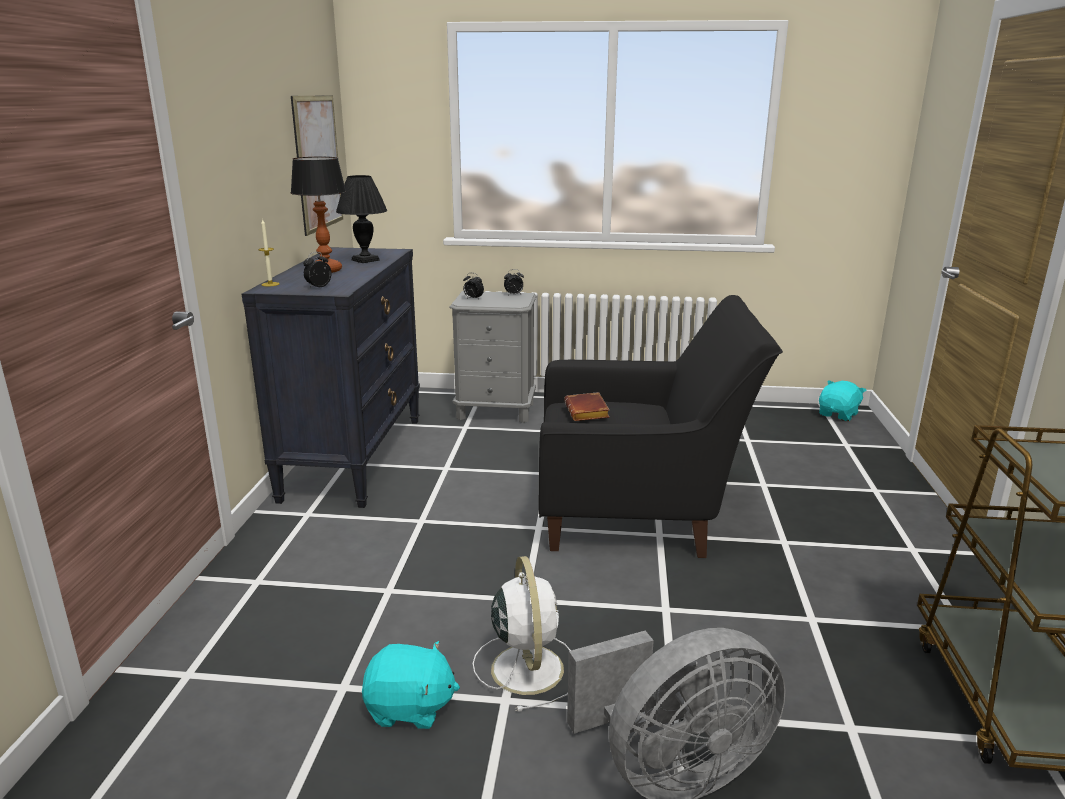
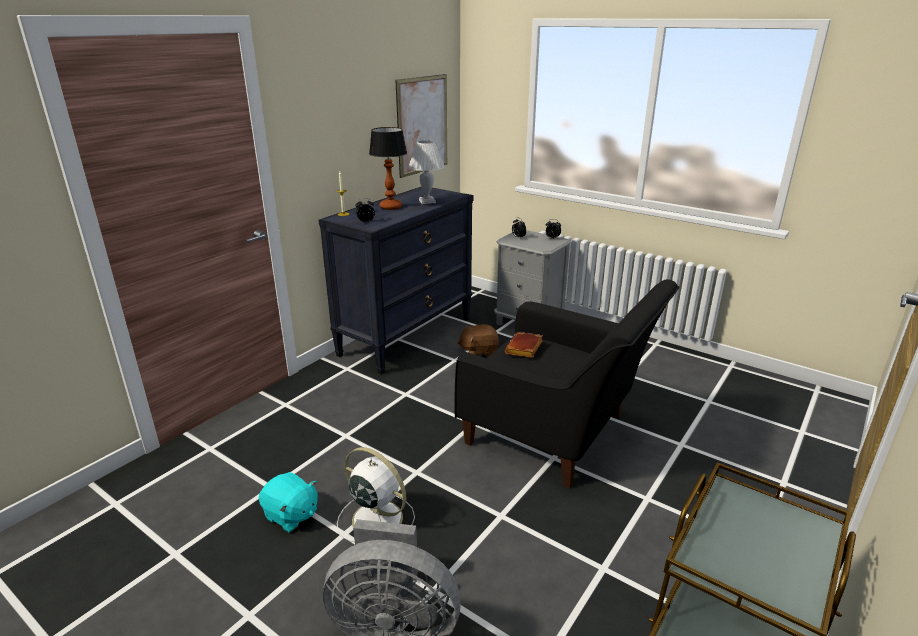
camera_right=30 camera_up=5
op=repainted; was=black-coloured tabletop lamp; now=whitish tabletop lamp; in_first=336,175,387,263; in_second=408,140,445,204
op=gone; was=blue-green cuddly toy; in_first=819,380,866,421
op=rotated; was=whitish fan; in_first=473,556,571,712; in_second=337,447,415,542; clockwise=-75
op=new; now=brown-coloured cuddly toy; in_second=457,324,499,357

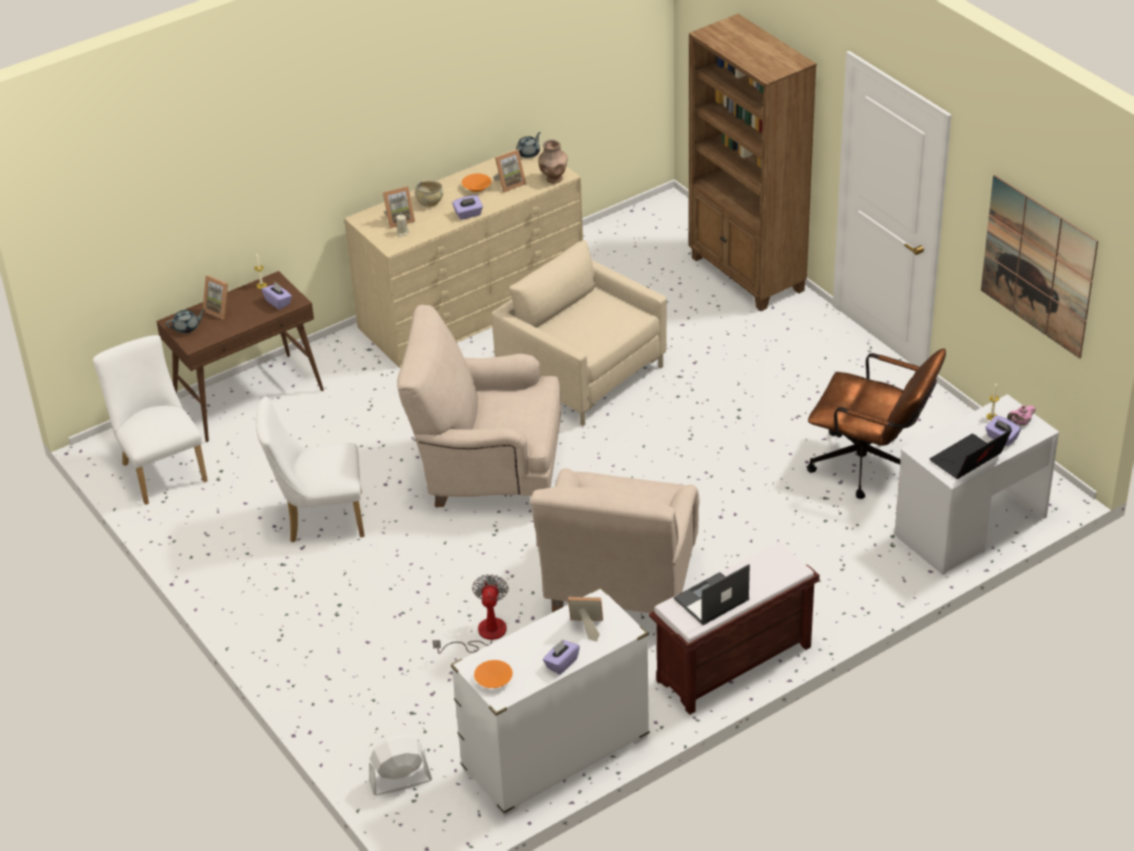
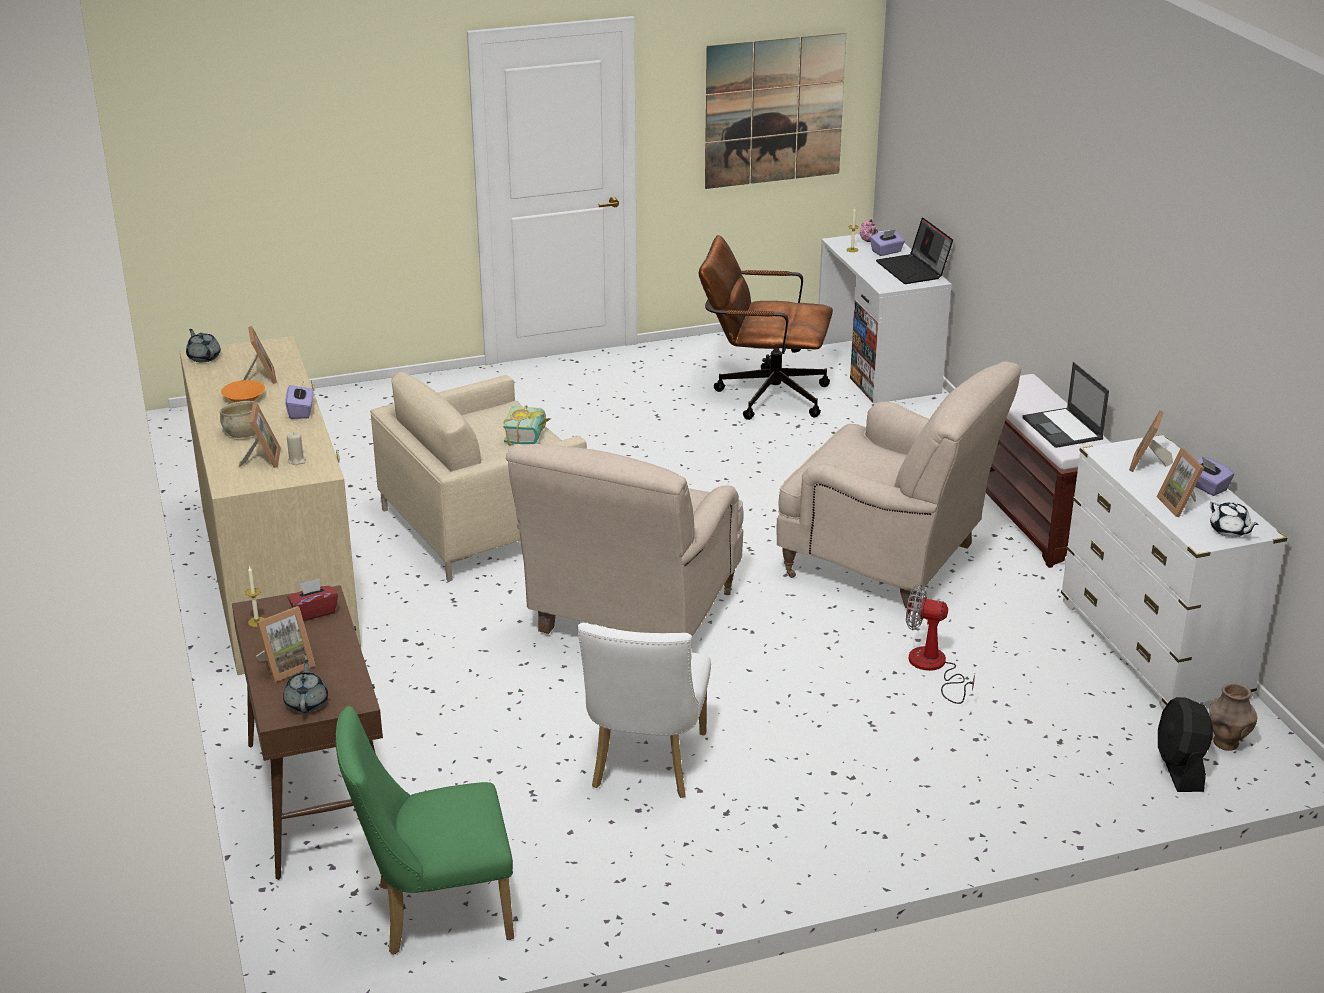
camera_right=-75 camera_up=-10
op=gone; was=brown-coloured shelving unit; in_first=689,14,817,311
op=shifted; was=brown-coloured decorative vase; in_first=538,139,568,184; in_second=1209,682,1258,751
op=repainted; was=purplish tissue box; now=red-coloured tissue box; in_first=262,282,292,310; in_second=288,579,338,621
op=repainted; was=whitish upright chair; now=green upright chair; in_first=93,335,208,505; in_second=335,706,514,955
op=rotated; was=brown-coloured computer chair; in_first=807,348,946,499; in_second=698,235,833,420; clockwise=-120
op=swapped; was=orangey bowl; now=whitish teapot; in_first=474,660,513,688; in_second=1210,500,1259,537
op=repainted; was=whitish fan; now=black-coloured fan; in_first=369,735,432,795; in_second=1158,697,1213,792
op=new; now=bound book; in_second=503,405,551,446
op=new; now=picture frame; in_second=1157,448,1204,517

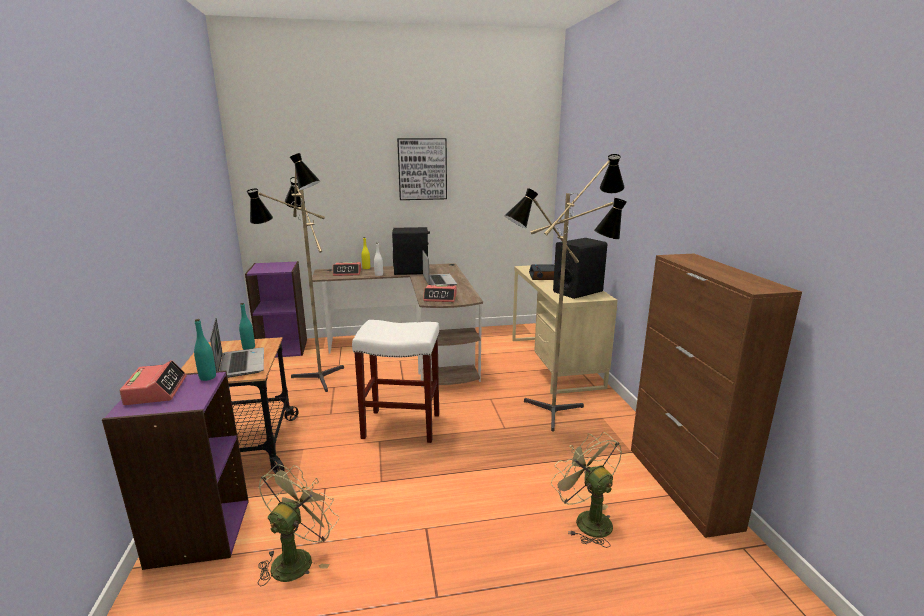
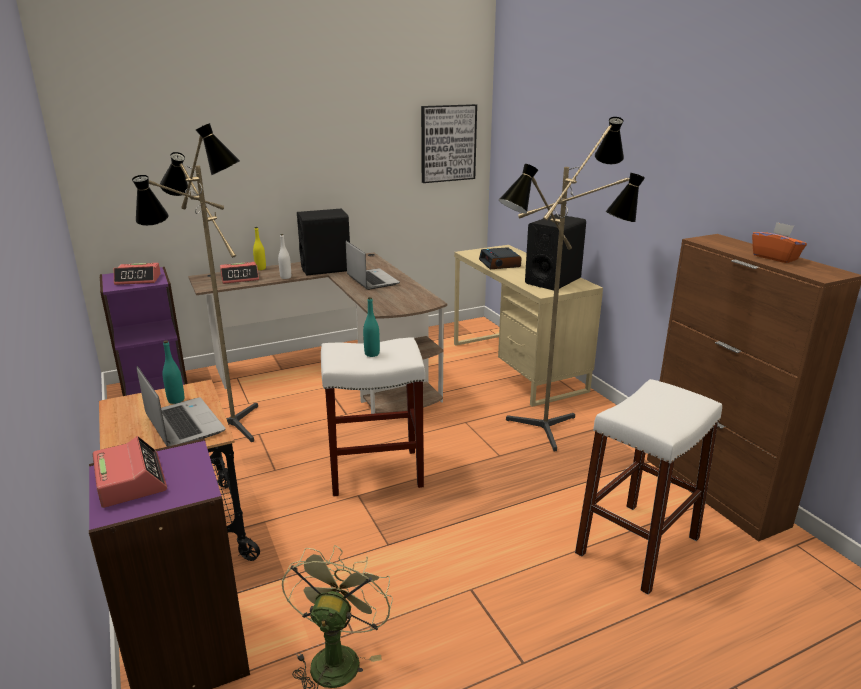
camera_right=-15 camera_up=5
op=shifted; was=wall picture; in_first=397,138,447,200; in_second=421,104,477,183
op=shifted; was=bedside clock; in_first=423,285,457,302; in_second=114,263,161,285
op=shifted; was=blue-green beverage bottle; in_first=194,319,216,381; in_second=363,297,380,357
op=swapped; was=green fan; now=whitish stool; in_first=551,432,622,548; in_second=575,379,722,595
op=new; now=orangey tissue box; in_second=752,222,807,263

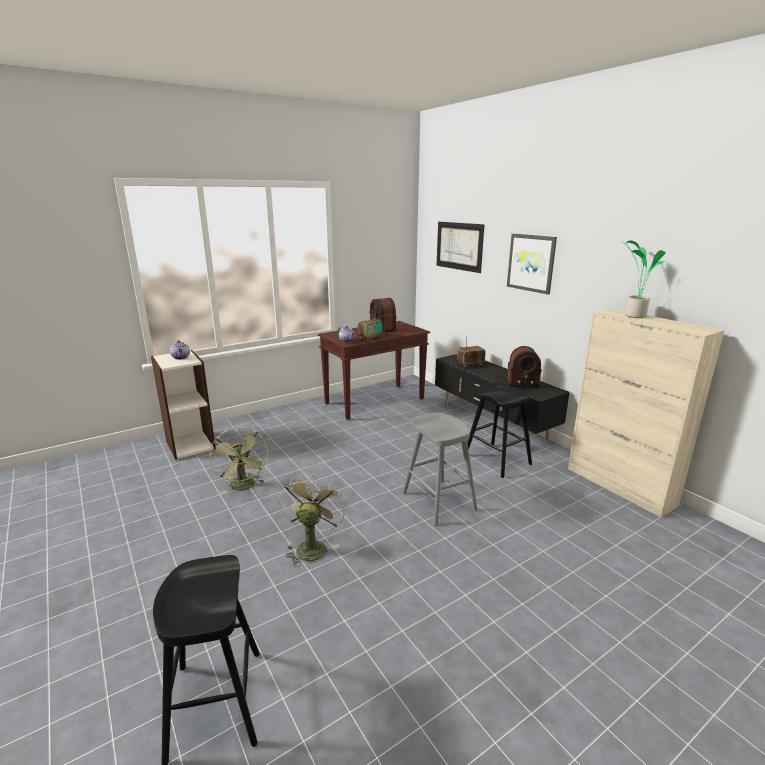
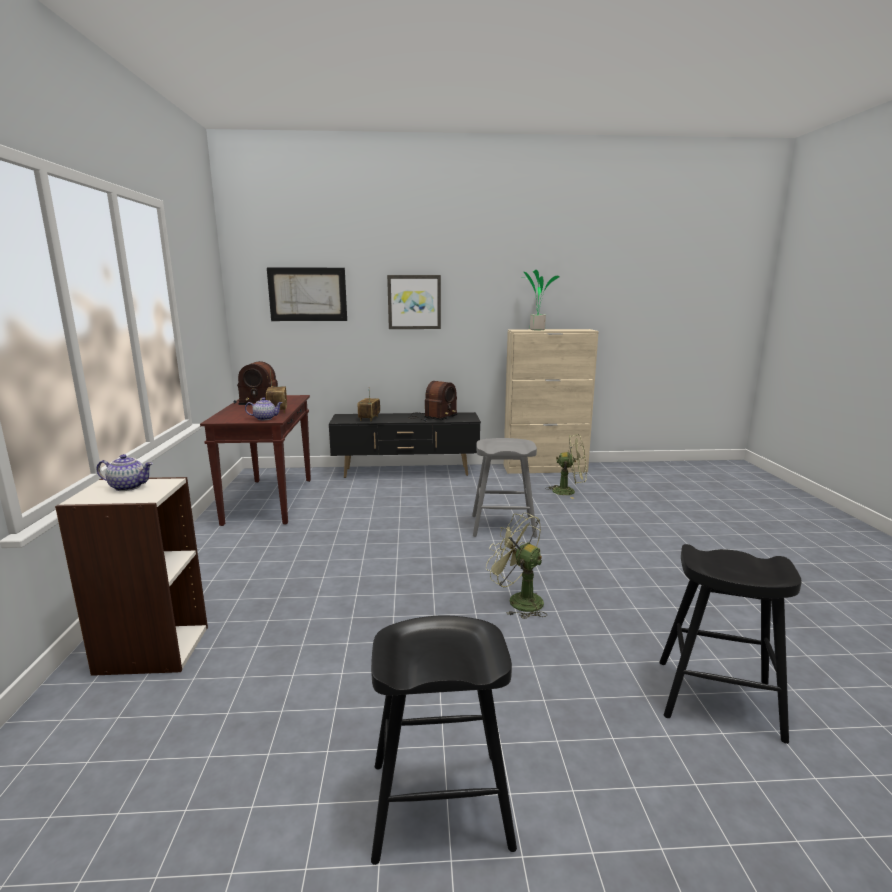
camera_right=-60 camera_up=-5
op=shifted; was=black-coloured stool; in_first=467,383,532,478; in_second=371,616,517,865
op=shifted; was=green fan; in_first=209,427,268,493; in_second=547,434,587,499

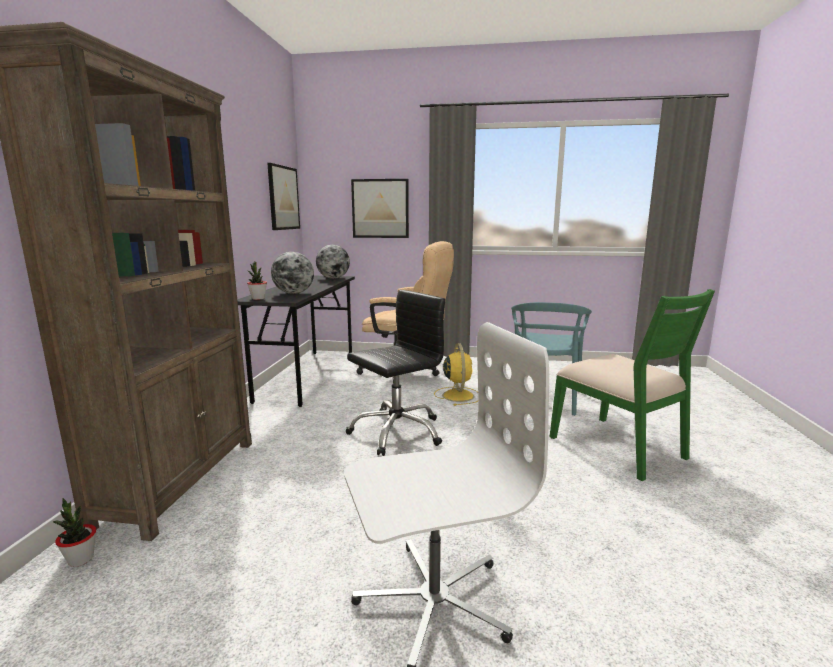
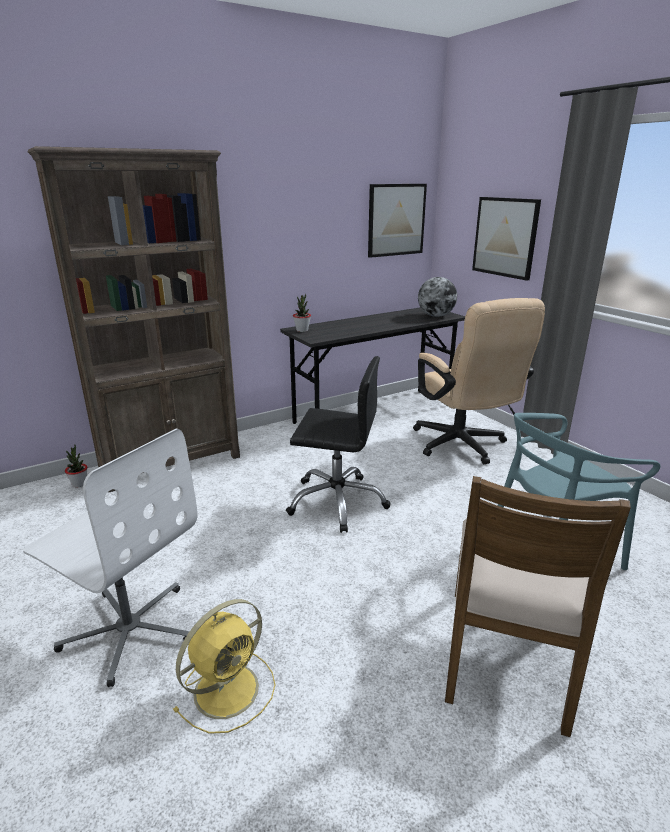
camera_right=50 camera_up=10
op=gone; was=desk globe; in_first=271,252,314,294
op=repainted; was=green upright chair; now=brown-coloured upright chair; in_first=550,289,715,481; in_second=445,476,631,737
op=shifted; was=yellowish fan; in_first=434,343,478,406; in_second=173,599,275,734

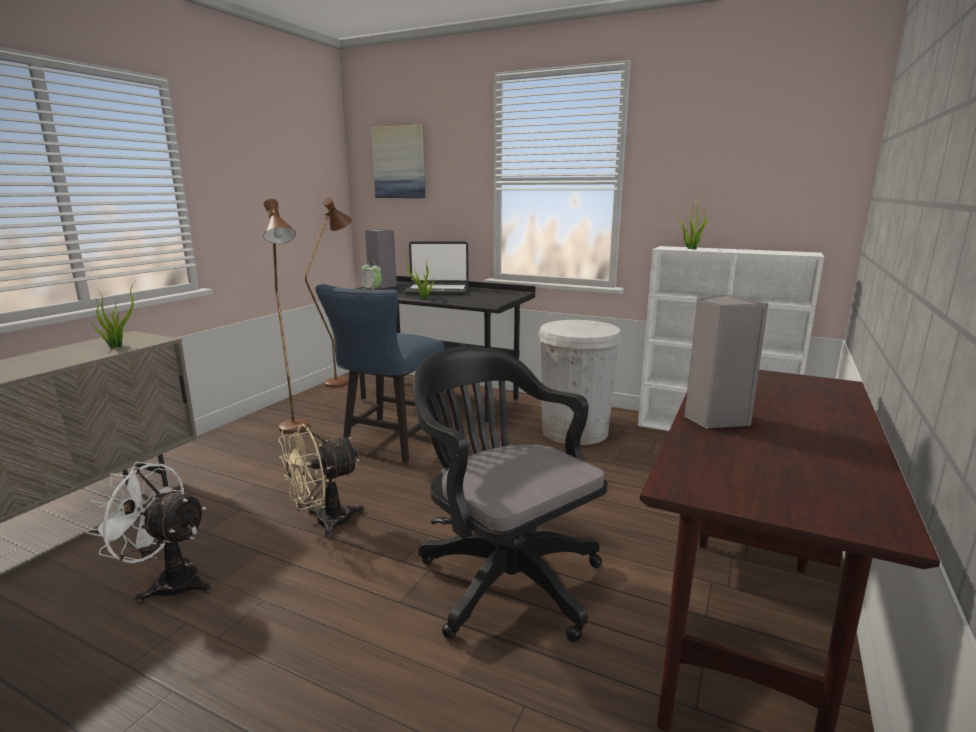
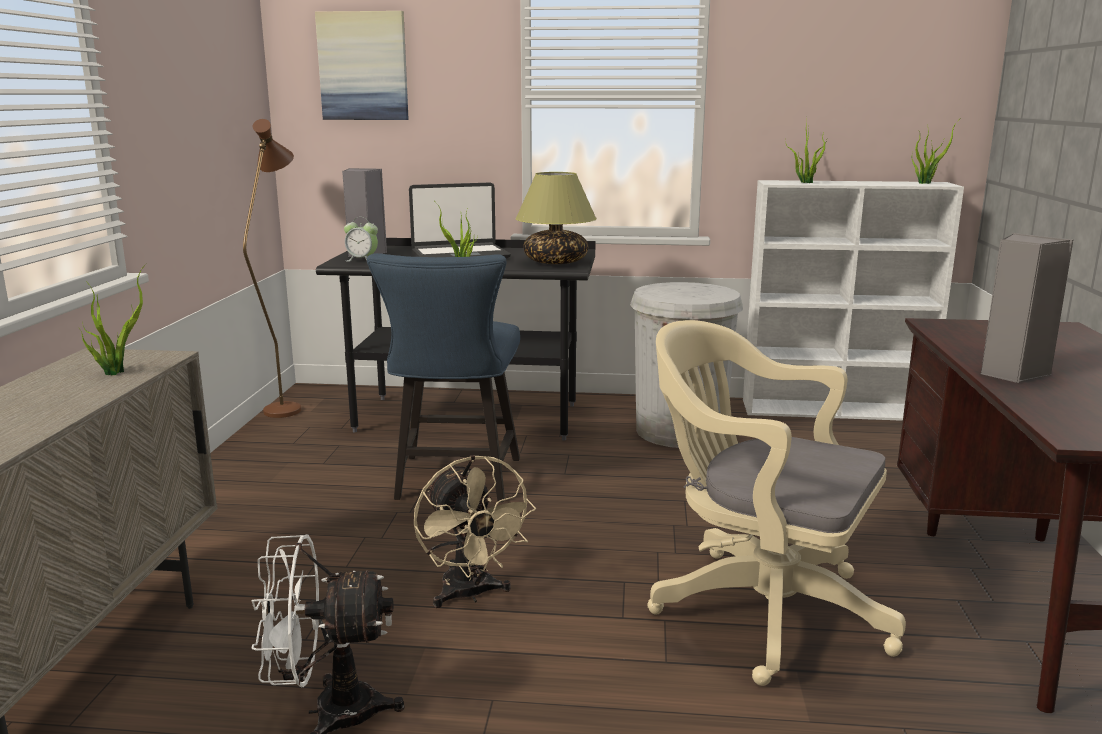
camera_right=-20 camera_up=0
op=gone; was=brown-coloured standard lamp; in_first=263,199,309,433
op=repainted; was=black-coloured computer chair; now=beige computer chair; in_first=413,347,608,643; in_second=647,320,906,686
op=rotated; was=beige fan; in_first=278,424,364,538; in_second=414,455,536,608; clockwise=-60
op=new; now=houseplant; in_second=912,122,957,184
op=new; now=tabletop lamp; in_second=515,172,596,264

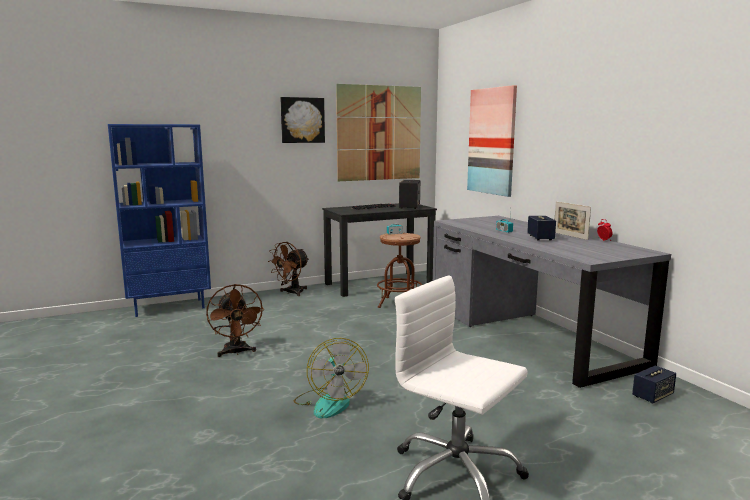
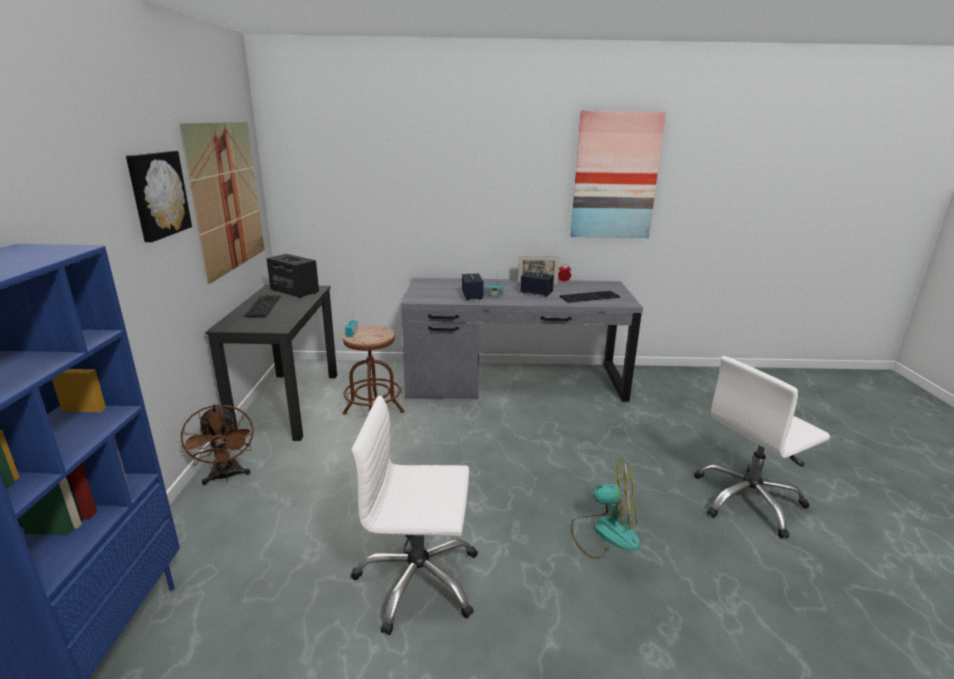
camera_right=-65 camera_up=10
op=shifted; was=wall picture; in_first=467,85,517,197; in_second=571,111,666,238
op=swapped; was=brown-coloured fan; now=whitish computer chair; in_first=206,284,264,357; in_second=351,396,478,635
op=shifted; was=speaker; in_first=632,366,676,403; in_second=462,274,484,300
op=new; now=computer keyboard; in_second=559,291,621,303

